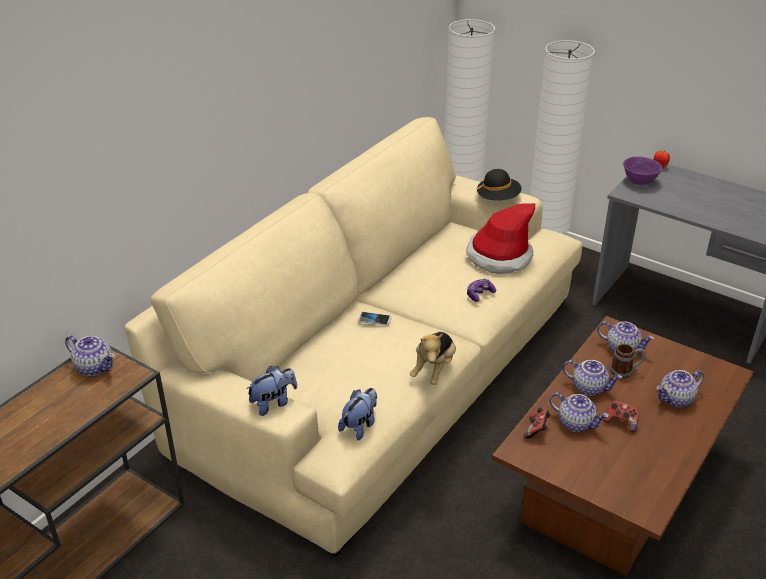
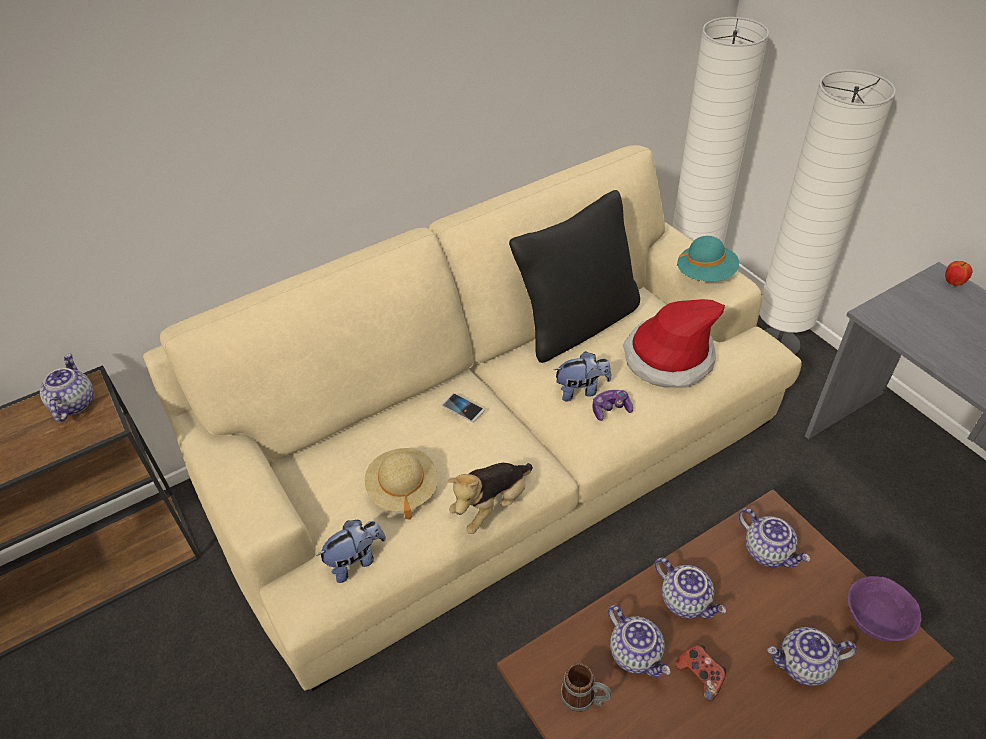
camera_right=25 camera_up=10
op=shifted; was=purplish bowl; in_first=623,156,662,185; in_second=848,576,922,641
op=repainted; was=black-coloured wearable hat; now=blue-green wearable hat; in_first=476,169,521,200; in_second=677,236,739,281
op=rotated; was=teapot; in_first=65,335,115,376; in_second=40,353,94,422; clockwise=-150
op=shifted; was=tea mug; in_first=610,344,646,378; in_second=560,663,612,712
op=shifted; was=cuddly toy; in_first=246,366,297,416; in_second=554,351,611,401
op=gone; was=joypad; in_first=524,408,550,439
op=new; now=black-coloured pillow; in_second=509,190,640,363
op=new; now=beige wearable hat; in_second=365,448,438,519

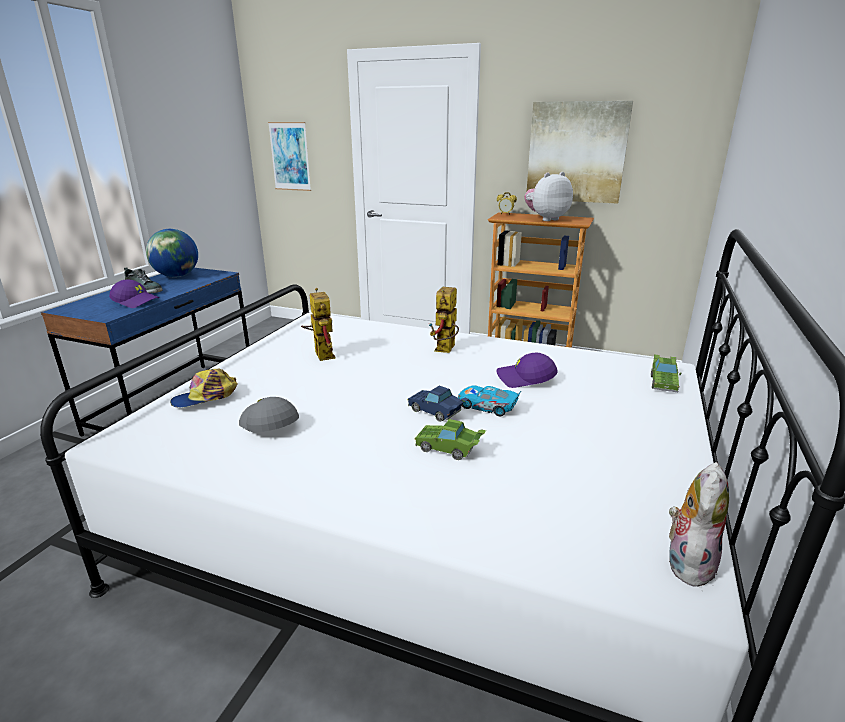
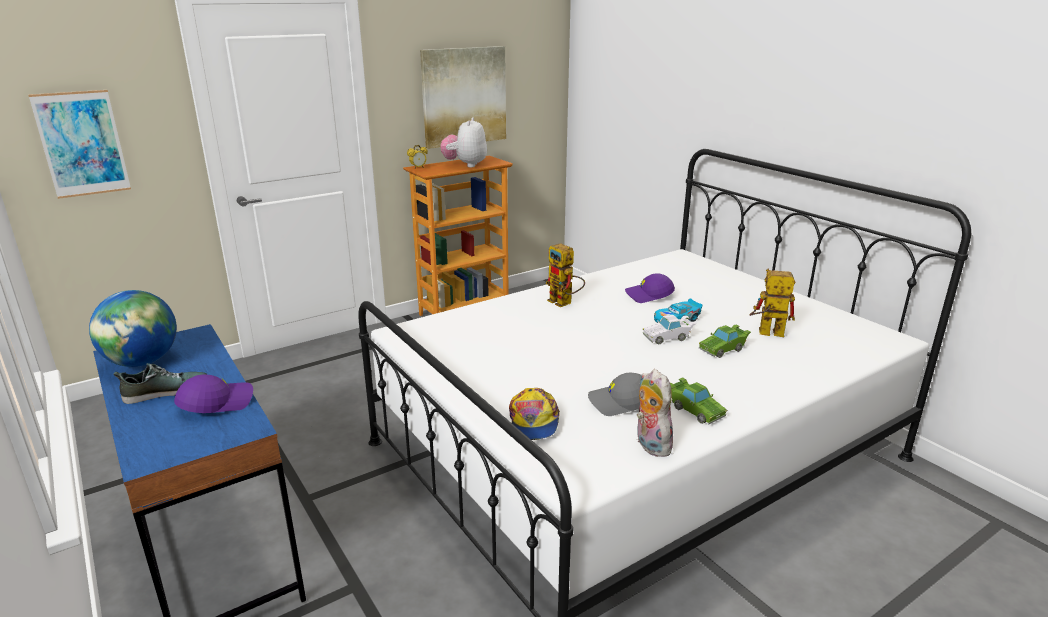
camera_right=-55 camera_up=0
op=shifted; was=robot figure; in_first=301,288,336,361; in_second=749,269,795,337
op=rotated; was=purplish baseball cap; in_first=496,353,558,388; in_second=625,273,675,303; clockwise=45
op=shifted; was=green miniature car; in_first=651,354,681,392; in_second=670,377,727,424
op=repainted; was=bluish miniature car; now=whitish miniature car; in_first=407,386,468,422; in_second=643,315,697,345
op=shifted; was=cuddly toy; in_first=665,462,729,587; in_second=637,369,676,457

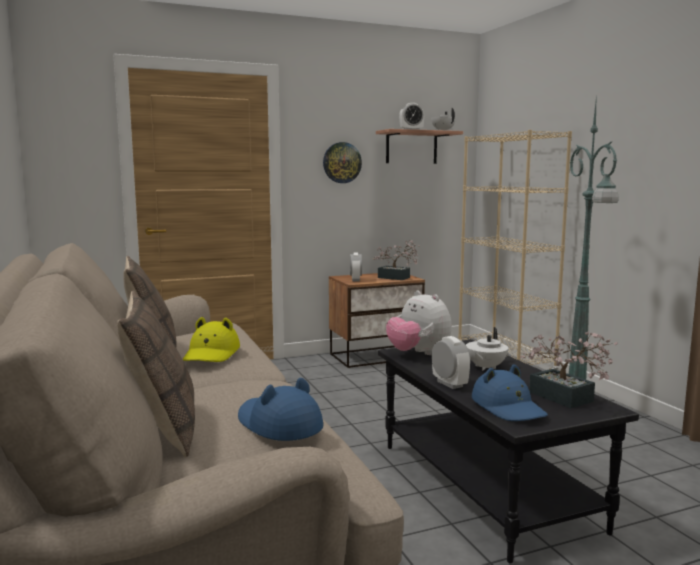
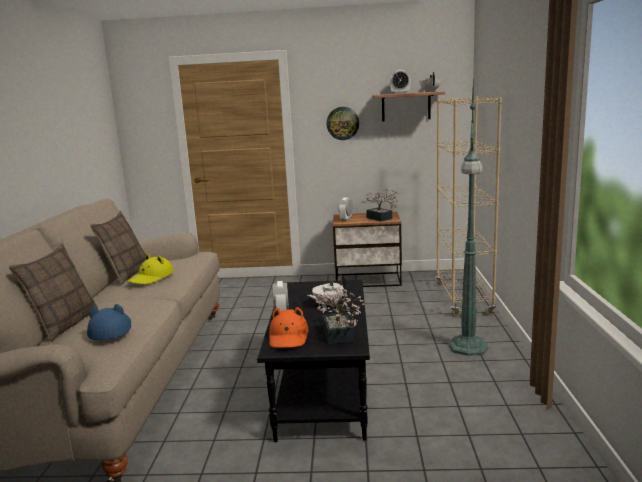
camera_right=25 camera_up=5
op=gone; was=cuddly toy; in_first=386,291,452,355
op=repainted; was=bluish wearable hat; now=orangey wearable hat; in_first=472,364,548,421; in_second=269,307,308,348

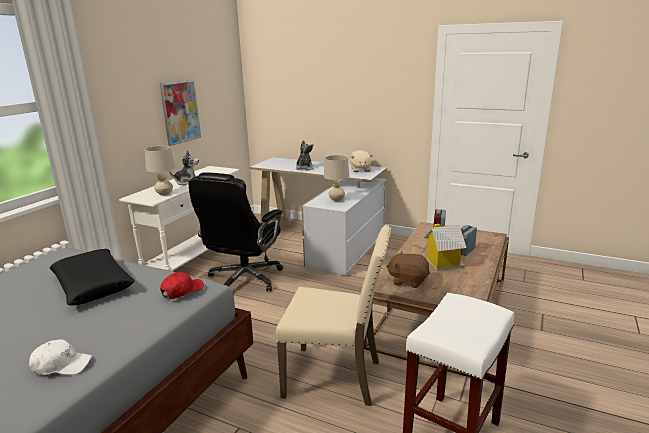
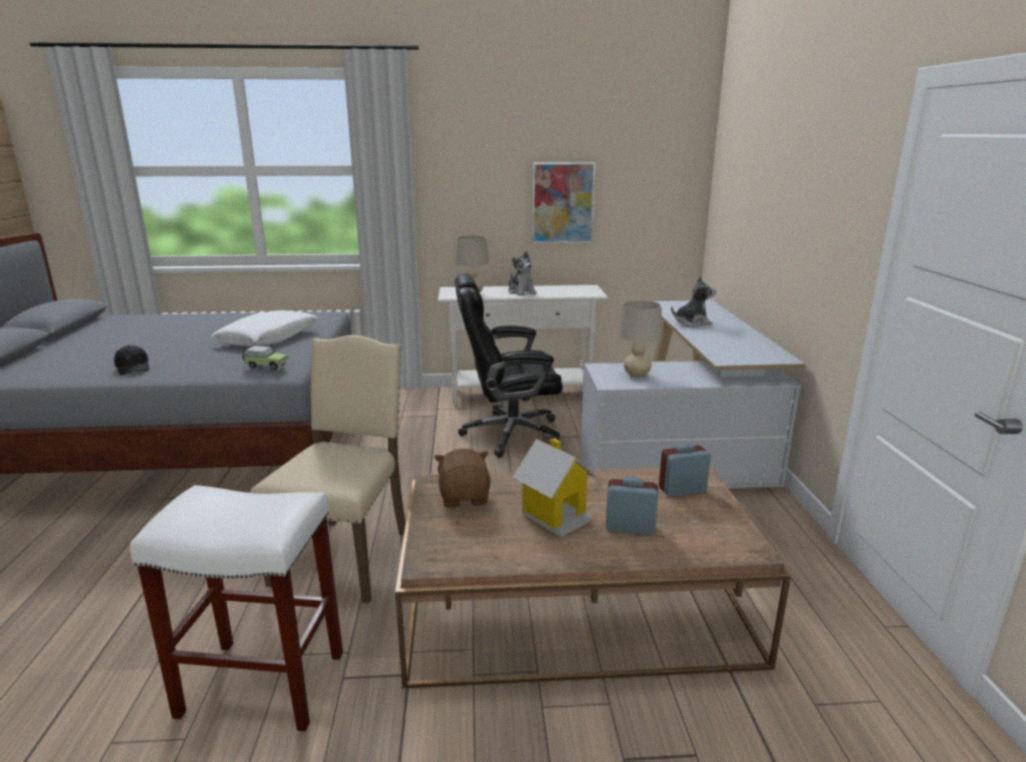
camera_right=60 camera_up=0
op=gone; was=beige cuddly toy; in_first=350,150,373,172
op=rotated; was=beige upright chair; in_first=275,225,391,406; in_second=250,335,406,603; clockwise=-150
op=repainted; was=black-coloured pillow; now=whitish pillow; in_first=50,249,135,306; in_second=211,310,319,347
op=swapped; was=red-coloured baseball cap; now=miniature car; in_first=160,272,204,299; in_second=242,346,288,370
op=repainted; was=whitish baseball cap; now=black-coloured baseball cap; in_first=29,339,92,375; in_second=114,345,149,375

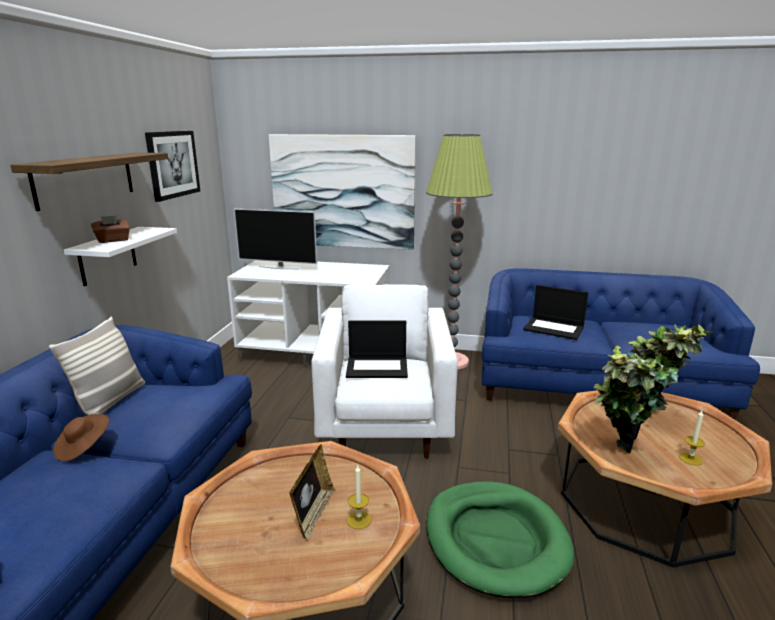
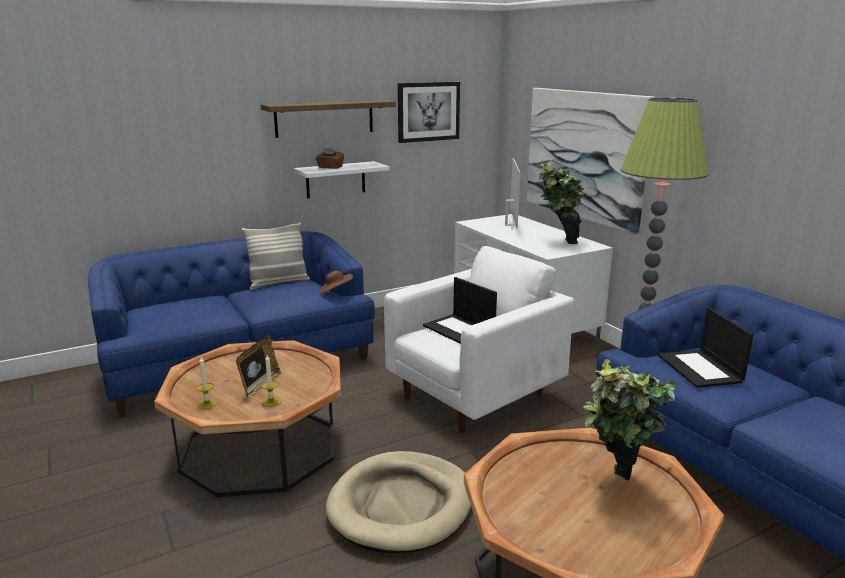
camera_right=50 camera_up=0
op=rotated; was=TV set; in_first=234,209,317,269; in_second=505,158,521,229; clockwise=-150
op=shifted; was=houseplant; in_first=594,346,679,453; in_second=539,160,589,244
op=shifted; was=candle; in_first=679,411,705,465; in_second=196,357,217,409
op=shifted; was=brown-coloured wearable hat; in_first=53,414,110,461; in_second=320,271,353,294
op=rotated; was=picture frame; in_first=289,445,335,541; in_second=236,335,282,400; clockwise=-45
op=repainted; was=green pet bed; now=beige pet bed; in_first=426,482,575,598; in_second=326,451,471,553

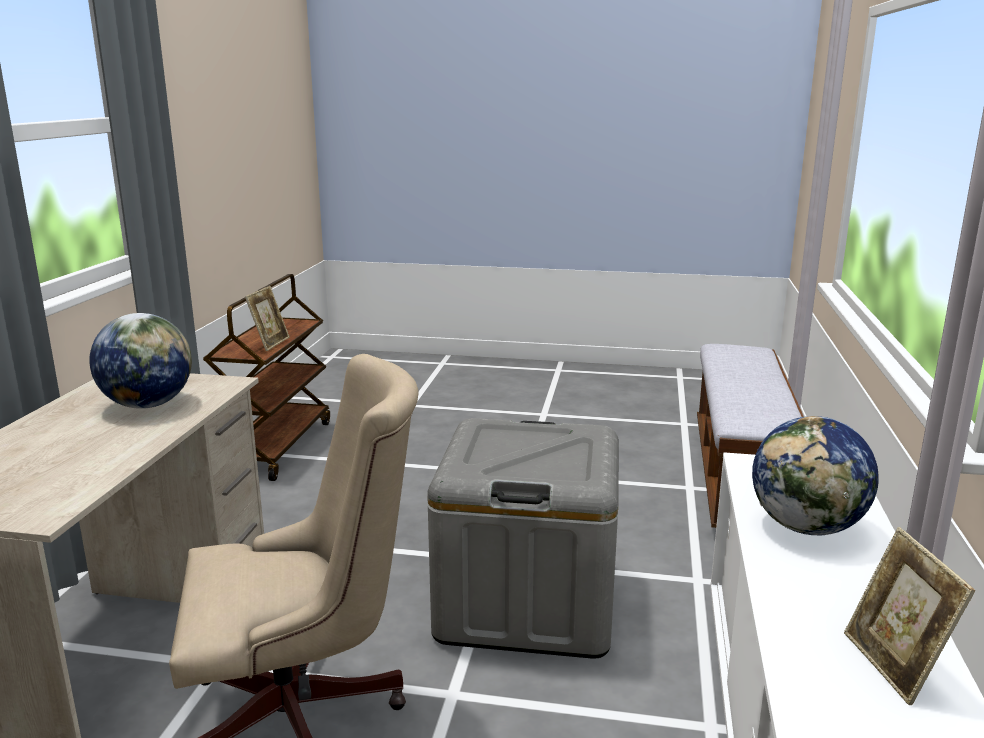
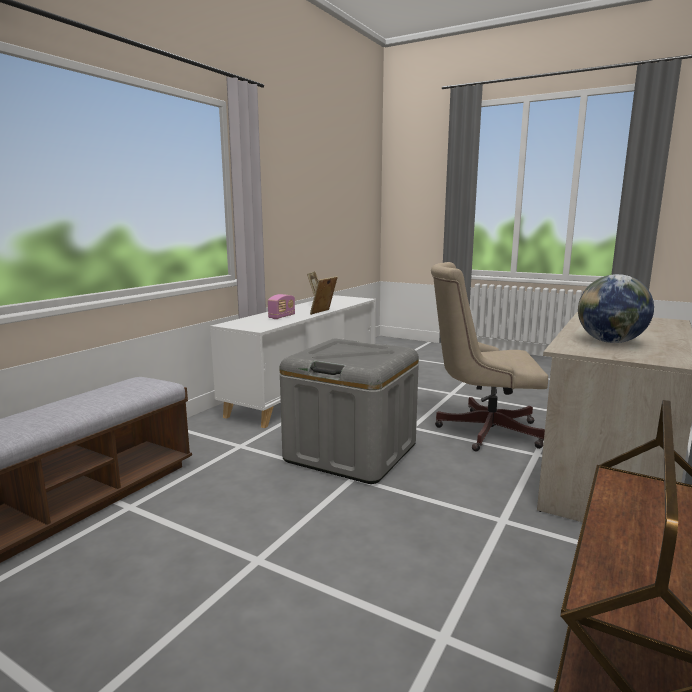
camera_right=-160 camera_up=-5
op=shifted; was=picture frame; in_first=245,286,290,351; in_second=310,276,338,315
op=swapped; was=desk globe; now=radio receiver; in_first=752,416,879,535; in_second=268,294,295,319

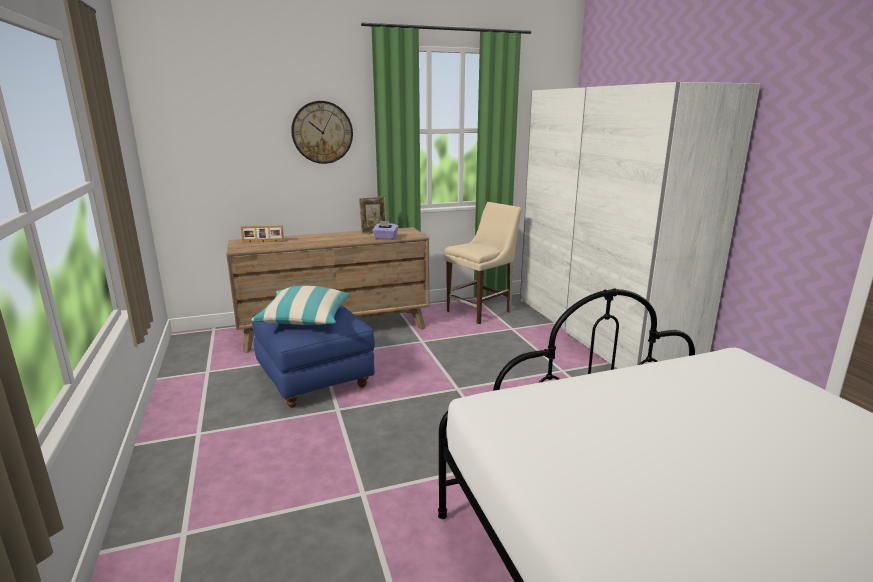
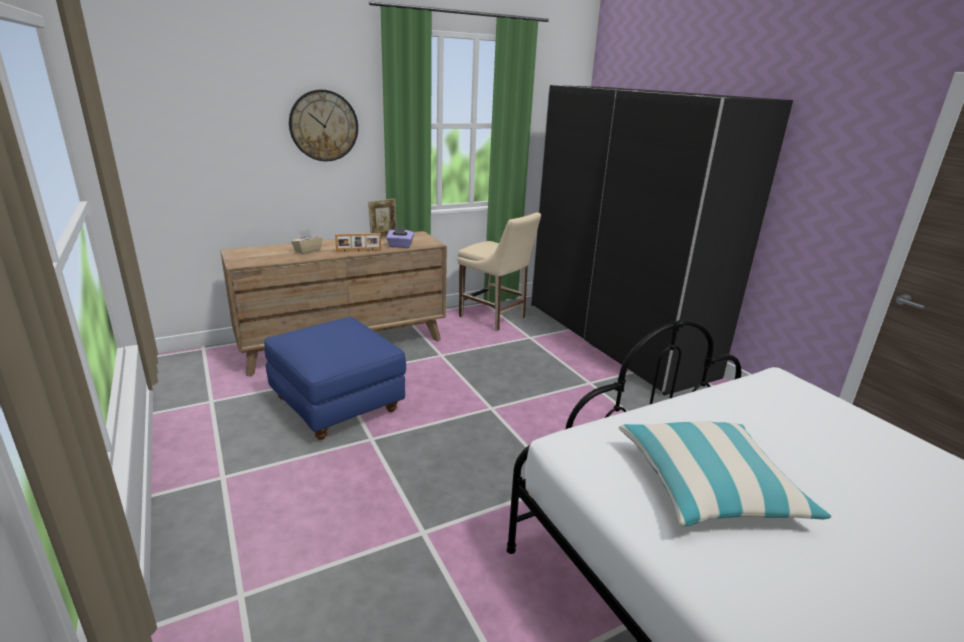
camera_right=-10 camera_up=5
op=repainted; was=whitish clothes cupboard; now=black-coloured clothes cupboard; in_first=520,82,761,369; in_second=531,85,793,396
op=rotated; was=beige upright chair; in_first=444,202,522,324; in_second=457,212,541,331; clockwise=90
op=shifted; was=picture frame; in_first=241,225,284,243; in_second=335,233,381,252
op=shifted; was=pillow; in_first=252,286,350,325; in_second=619,421,831,526
op=new; now=beige tissue box; in_second=291,229,322,254

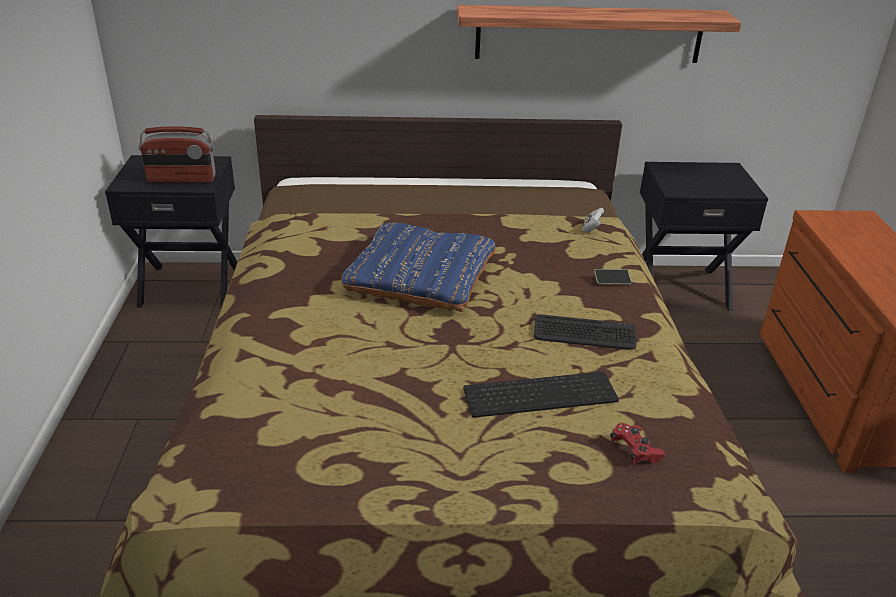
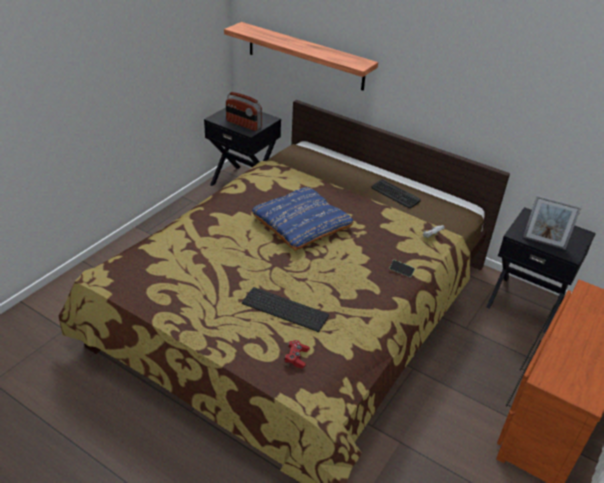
camera_right=35 camera_up=5
op=shifted; was=wall shelf; in_first=457,5,741,63; in_second=224,22,378,91
op=shifted; was=computer keyboard; in_first=534,314,636,350; in_second=371,179,421,208
op=new; now=picture frame; in_second=523,195,582,250

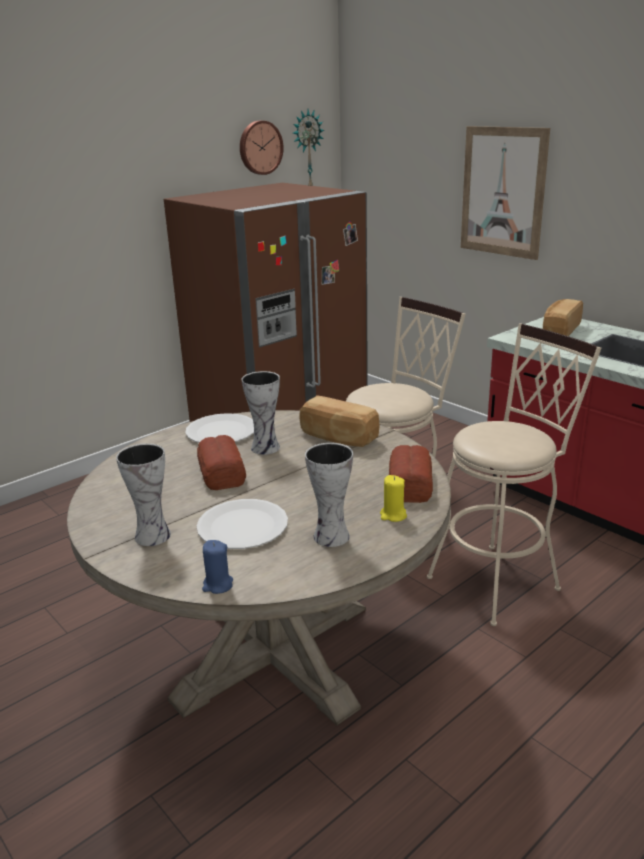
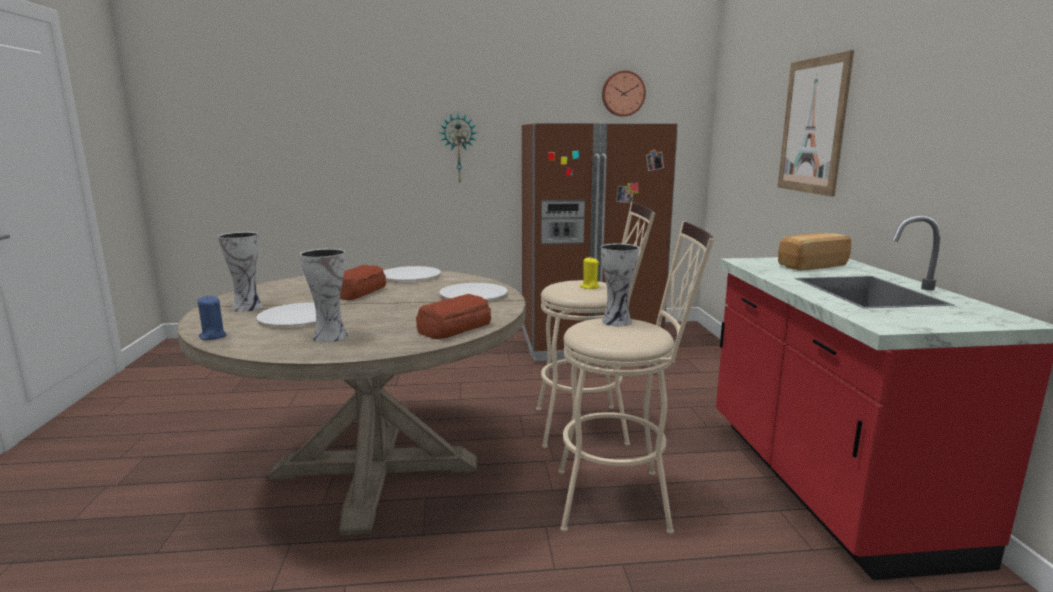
camera_right=35 camera_up=-10
op=shifted; was=hanging clock; in_first=293,109,324,186; in_second=439,114,477,183
op=shifted; was=decorative vase; in_first=242,371,280,455; in_second=601,244,639,326
op=swapped; was=bread; now=whitish dinner plate; in_first=299,395,380,447; in_second=439,283,508,300
op=shifted; was=yellowish candle; in_first=380,475,407,522; in_second=580,257,600,289

